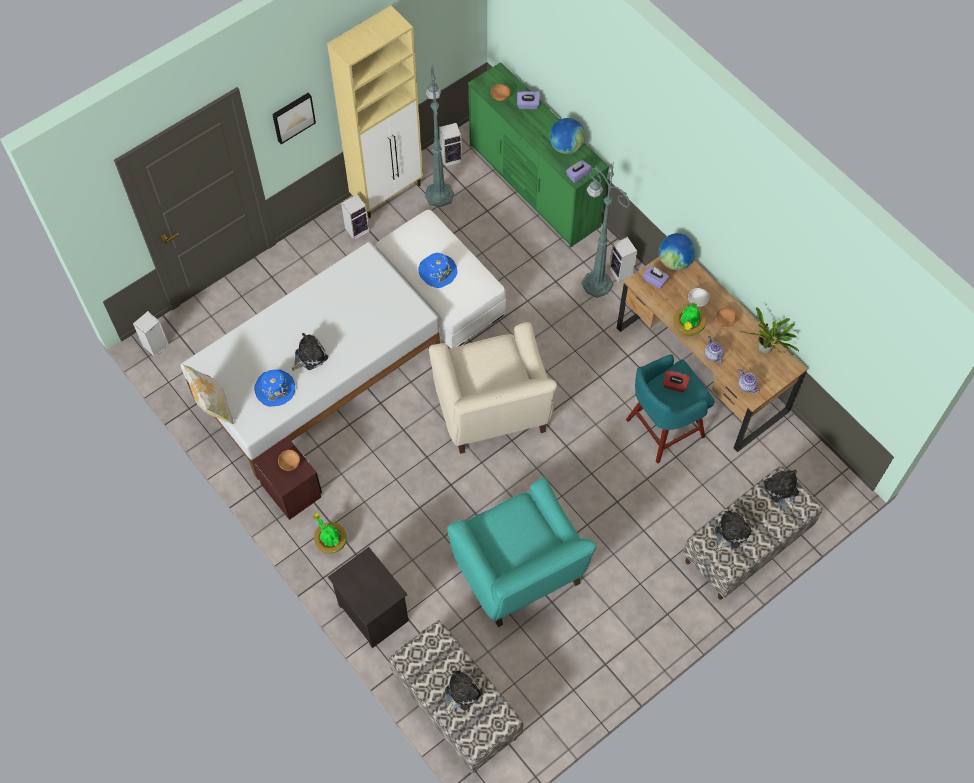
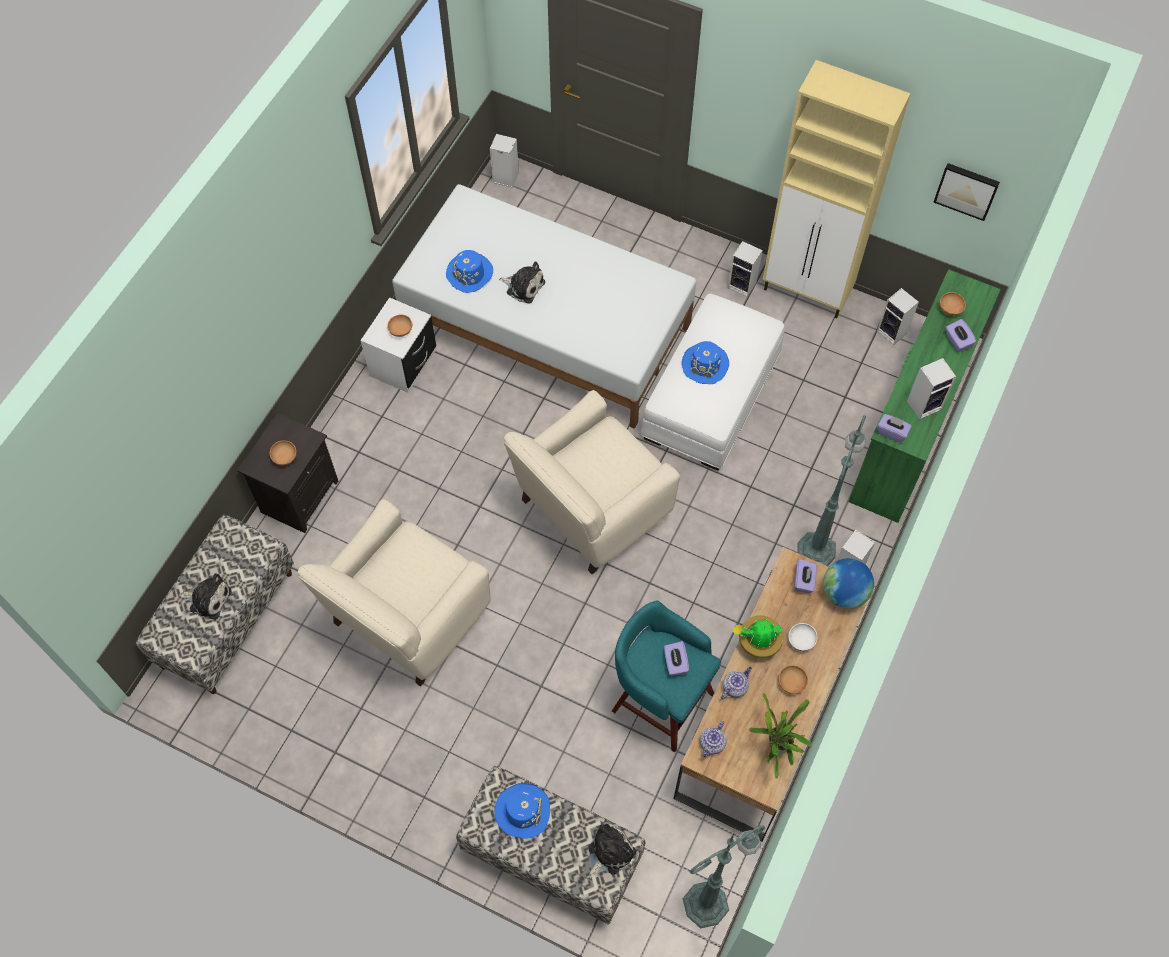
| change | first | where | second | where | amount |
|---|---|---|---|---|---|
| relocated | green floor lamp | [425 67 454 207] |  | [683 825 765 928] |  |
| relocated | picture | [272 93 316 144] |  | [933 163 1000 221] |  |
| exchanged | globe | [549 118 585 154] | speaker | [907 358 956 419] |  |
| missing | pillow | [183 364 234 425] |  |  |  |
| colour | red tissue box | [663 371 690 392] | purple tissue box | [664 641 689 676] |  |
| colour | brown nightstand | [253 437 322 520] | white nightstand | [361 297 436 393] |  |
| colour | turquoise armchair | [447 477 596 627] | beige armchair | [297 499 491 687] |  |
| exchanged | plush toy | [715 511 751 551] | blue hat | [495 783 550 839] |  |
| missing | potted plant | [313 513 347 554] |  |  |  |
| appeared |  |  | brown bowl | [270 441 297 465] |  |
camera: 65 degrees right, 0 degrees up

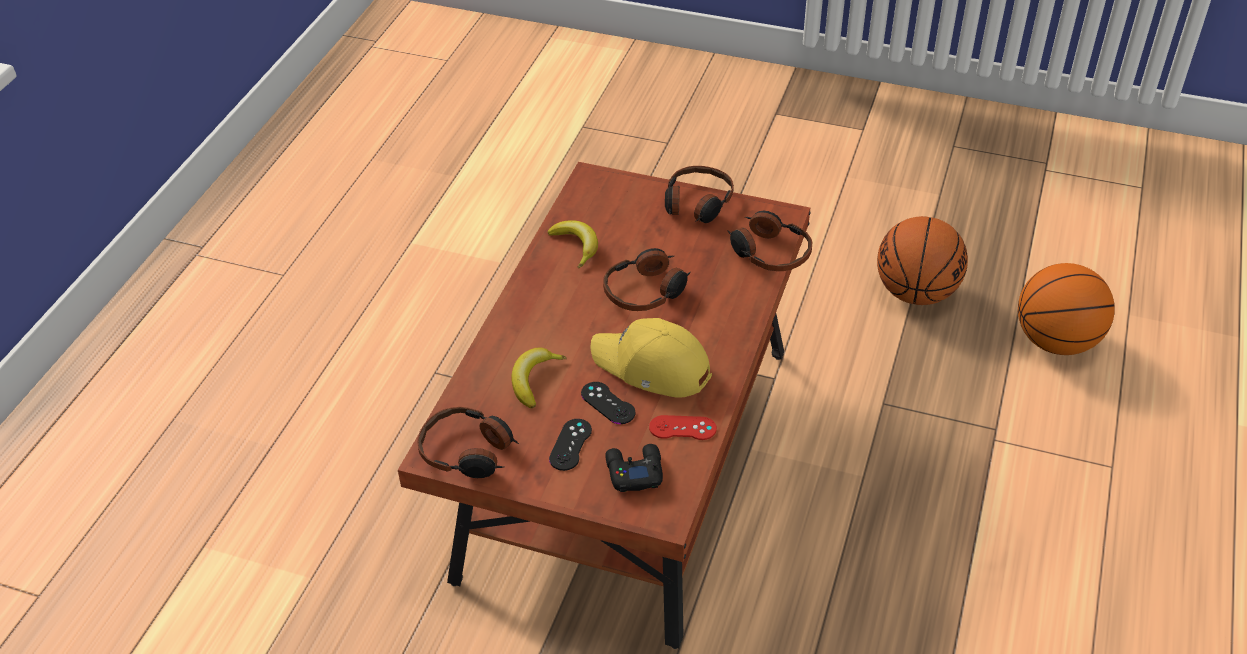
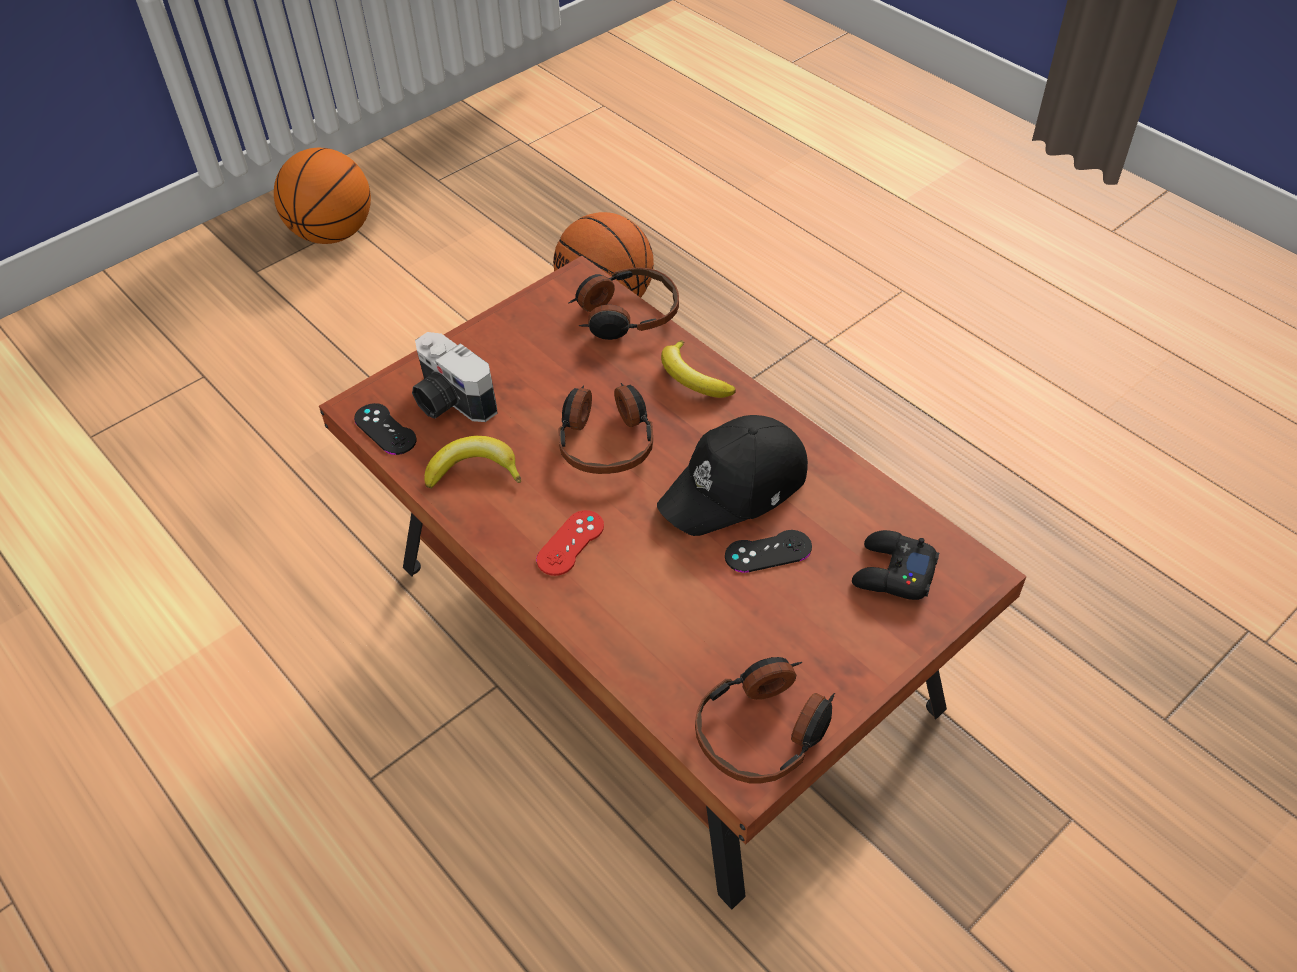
| change | first | where | second | where | amount |
|---|---|---|---|---|---|
| missing | headphones | [665 166 734 223] |  |  |  |
| relocated | basketball | [1018 263 1115 355] |  | [274 148 371 244] |  |
| colour | yellow cap | [590 318 712 398] | black cap | [657 415 808 536] |  |
| relocated | banana | [511 348 566 408] |  | [661 340 736 398] |  |
| relocated | red game controller | [649 415 717 440] |  | [536 510 604 576] |  |
| relocated | black game controller | [549 419 592 471] |  | [354 403 417 455] |  |
| appeared |  |  | photo camera | [412 332 498 422] |  |
camera: 60 degrees left, 5 degrees up

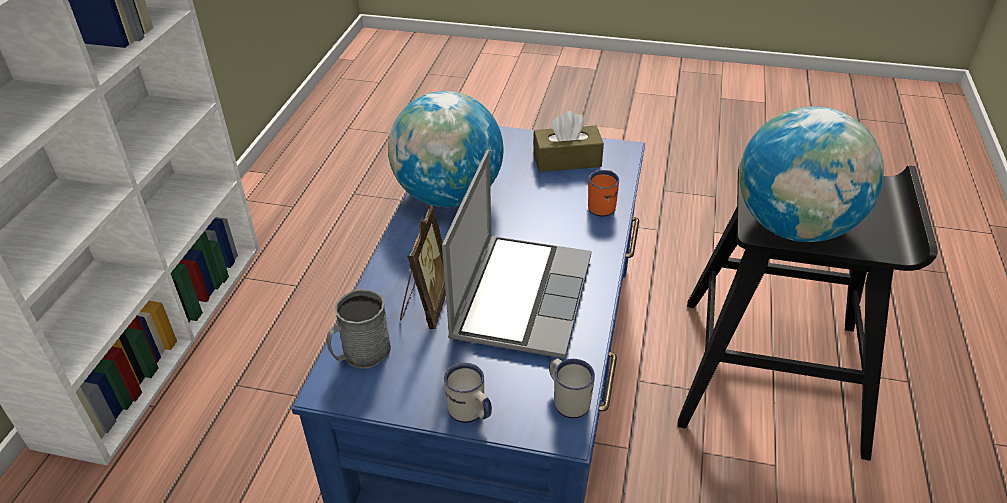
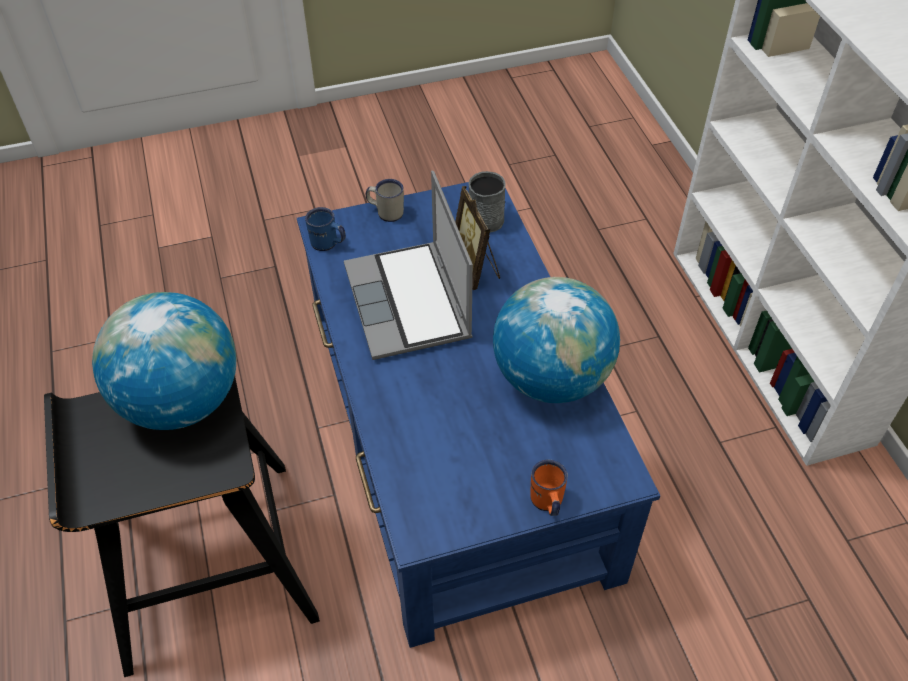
| change | first | where | second | where | amount |
|---|---|---|---|---|---|
| missing | brown tissue box | [533 111 604 172] |  |  |  |
| relocated | orange mug | [588 170 619 217] |  | [530 460 568 516] |  |
| colour | white mug | [549 358 595 418] | blue mug | [305 207 345 251] |  |
camera: 150 degrees right, 10 degrees up

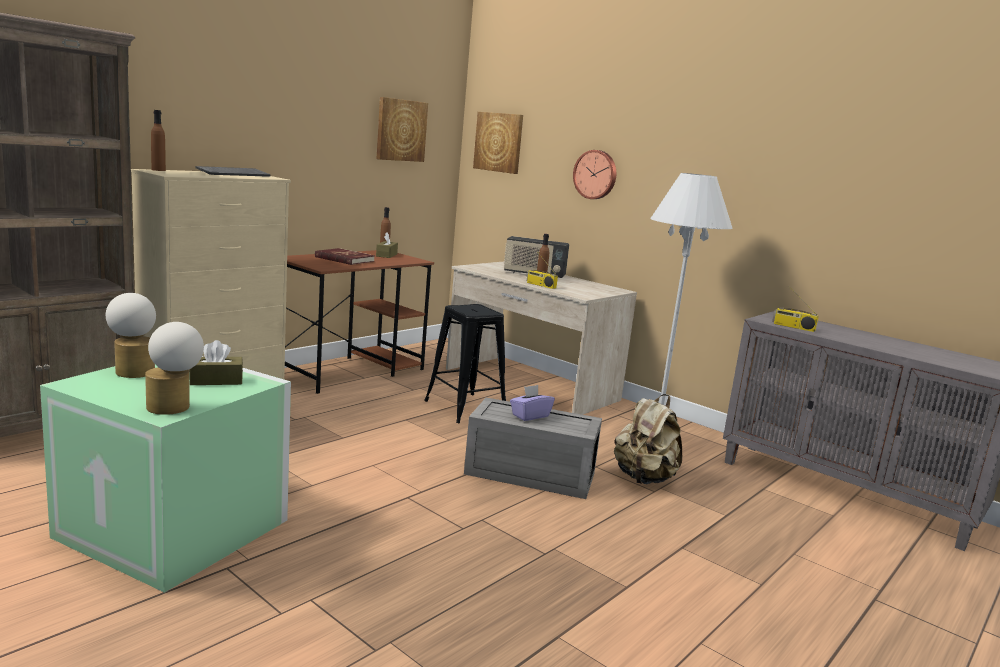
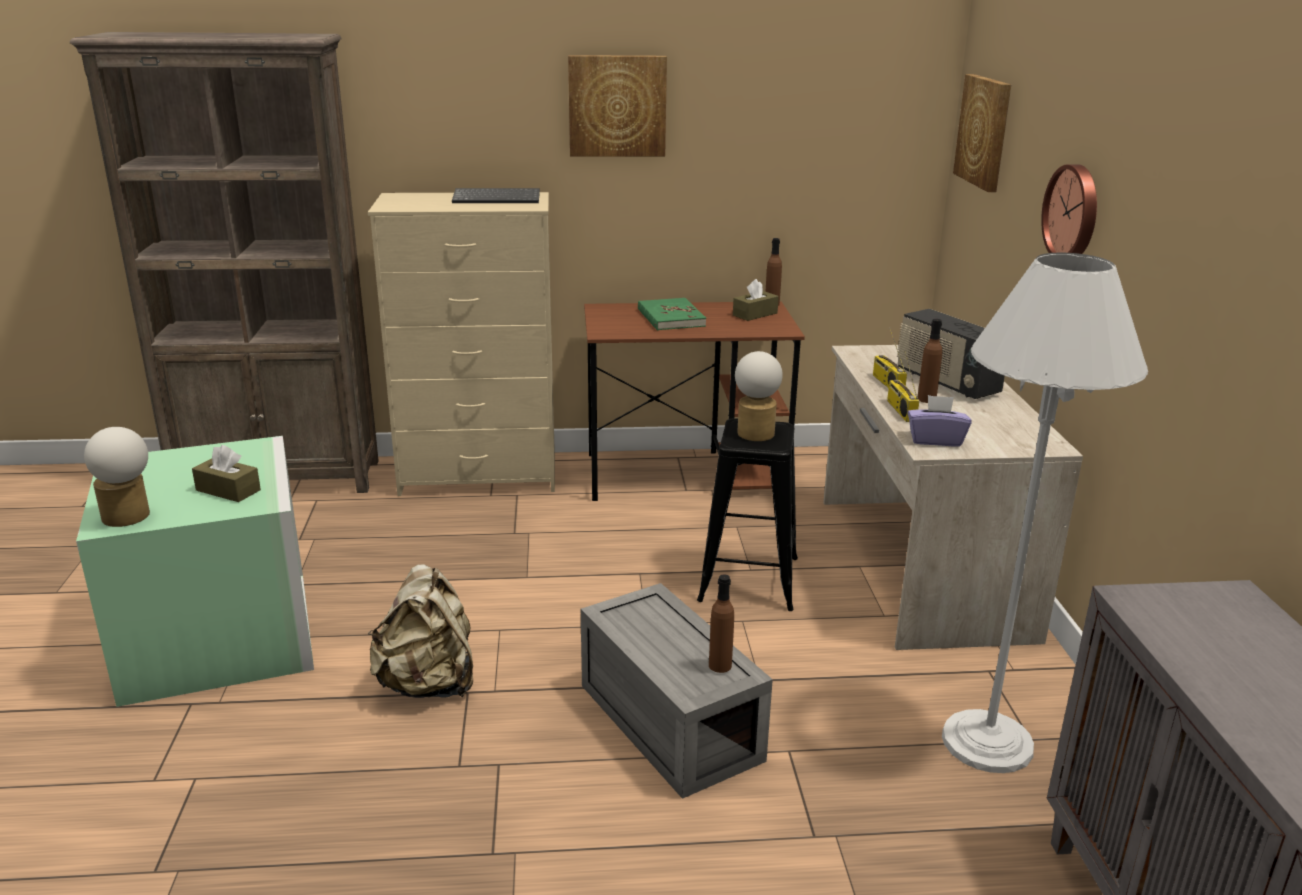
| change | first | where | second | where | amount |
|---|---|---|---|---|---|
| relocated | picture | [376 97 428 162] |  | [568 55 667 157] |  |
| relocated | brown bottle | [151 110 166 171] |  | [709 574 734 673] |  |
| colour | red book | [315 248 375 265] | green book | [638 298 706 330] |  |
| relocated | table lamp | [106 293 156 378] |  | [735 351 783 441] |  |
| relocated | radio | [772 297 819 332] |  | [873 327 907 388] |  |
| relocated | purple tissue box | [510 385 555 421] |  | [908 395 971 446] |  |
| relocated | beige backpack | [614 394 682 484] |  | [368 564 473 698] |  |
camera: 45 degrees right, 10 degrees up

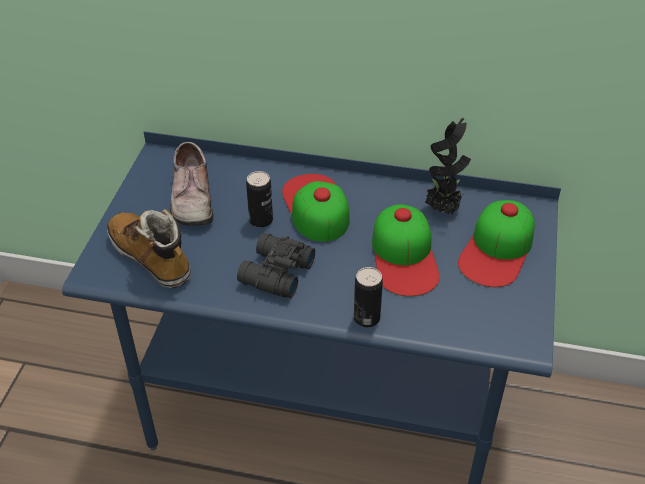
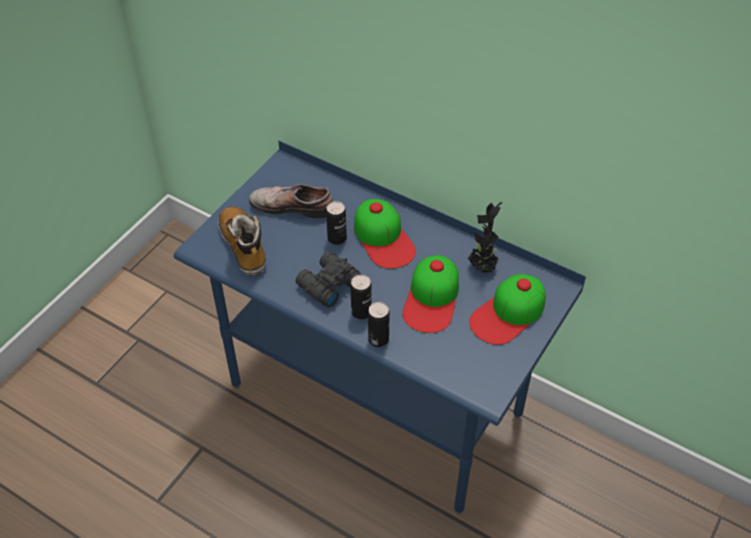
| change | first | where | second | where | amount |
|---|---|---|---|---|---|
| spun | shoe | [170 142 214 226] |  | [249 184 333 219] | 90 degrees clockwise |
| spun | cap | [282 174 350 242] |  | [354 199 416 269] | 150 degrees clockwise |
| appeared |  |  | can | [350 275 372 319] |  |
camera: 20 degrees right, 5 degrees up

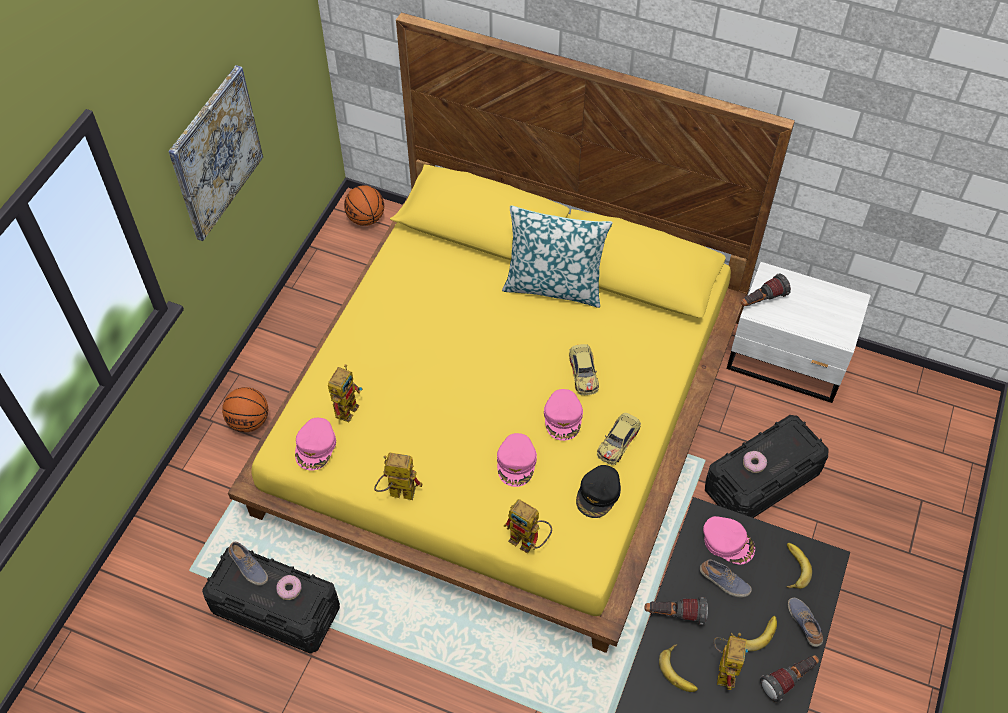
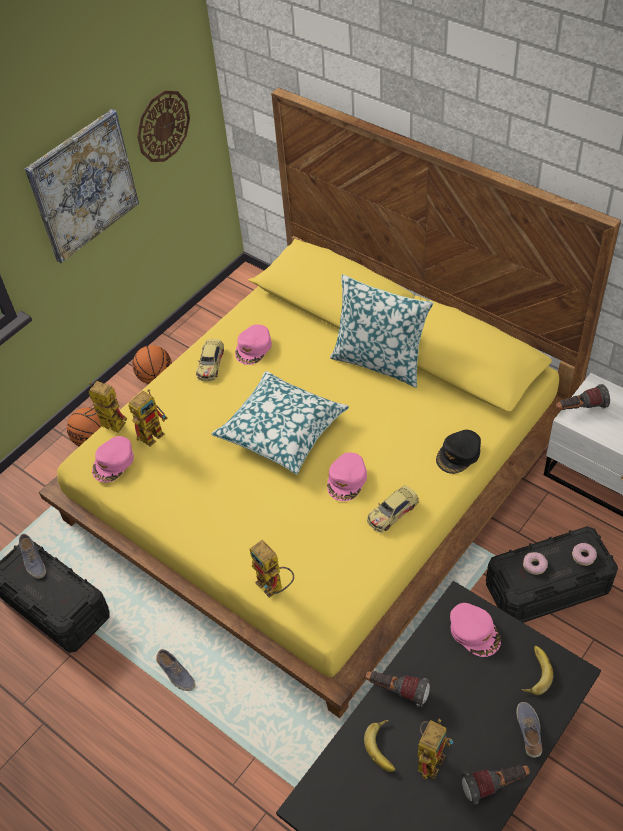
| change | first | where | second | where | amount |
|---|---|---|---|---|---|
| relocated | basketball | [344 185 384 226] |  | [132 345 172 384] |  |
| relocated | toy car | [569 344 599 395] |  | [196 339 224 381] |  |
| relocated | pink cap | [497 433 537 487] |  | [235 324 272 365] |  |
| relocated | toy robot | [374 452 423 500] |  | [83 381 127 433] |  |
| relocated | black cap | [576 465 621 518] |  | [436 430 481 474] |  |
| relocated | shoe | [700 559 752 598] |  | [156 649 196 691] |  |
| relocated | donut | [276 575 302 600] |  | [572 543 597 566] |  |
| missing | banana | [731 616 777 651] |  |  |  |
| appeared |  |  | wall clock | [137 90 190 162] |  |
| appeared |  |  | pillow | [211 371 349 474] |  |
camera: 20 degrees right, 5 degrees down

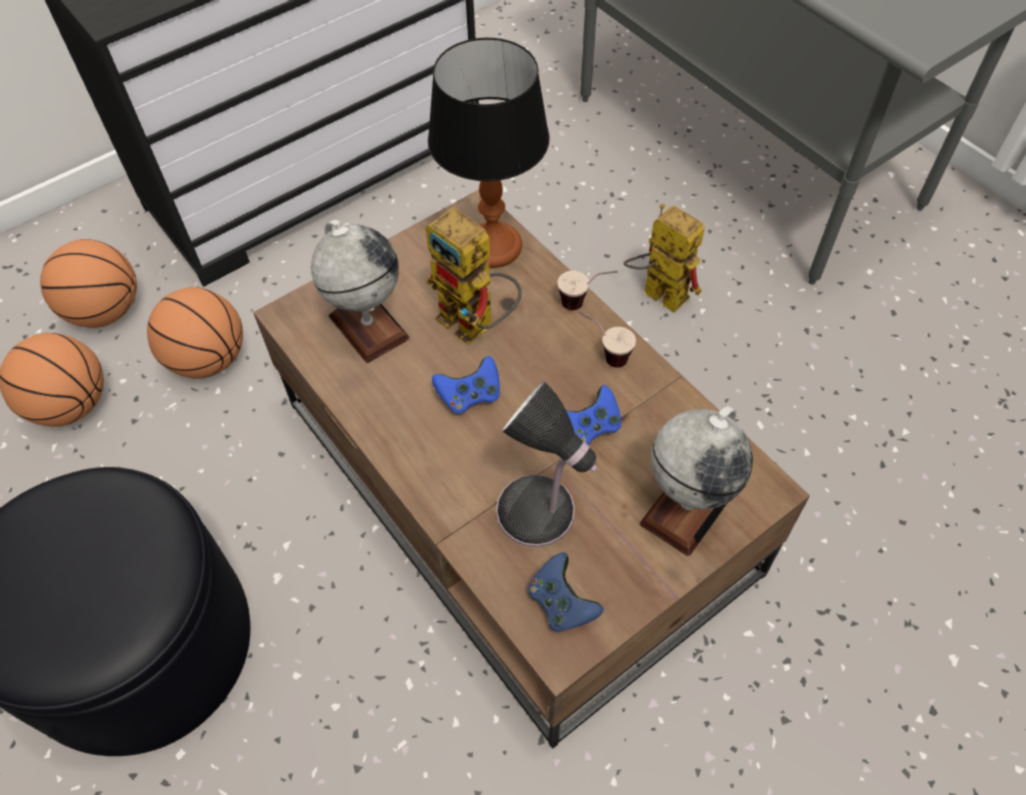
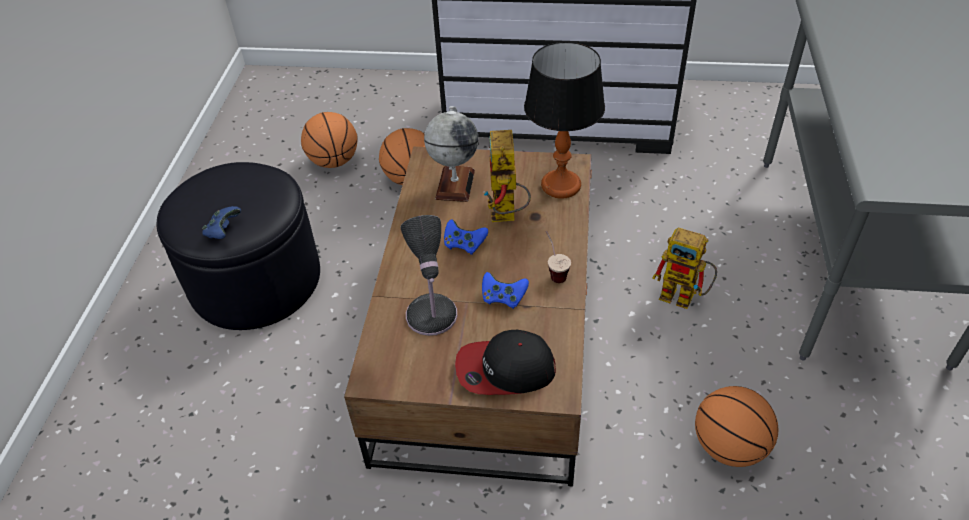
| change | first | where | second | where | amount |
|---|---|---|---|---|---|
| spun | toy robot | [624 204 705 313] |  | [652 228 717 309] | 120 degrees clockwise |
| relocated | basketball | [40 239 137 328] |  | [695 386 778 467] |  |
| missing | cup | [557 271 618 310] |  |  |  |
| exchanged | globe | [640 406 753 556] | cap | [455 330 556 395] |  |
| relocated | blue game controller | [528 552 604 632] |  | [202 206 241 239] |  |
camera: 45 degrees right, 10 degrees down

